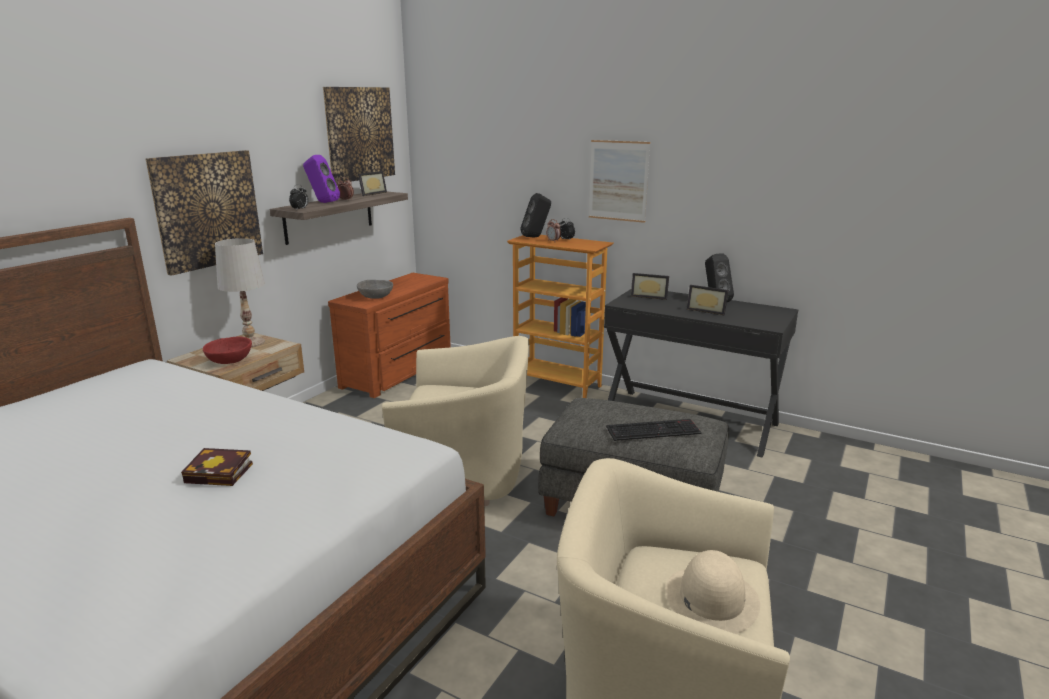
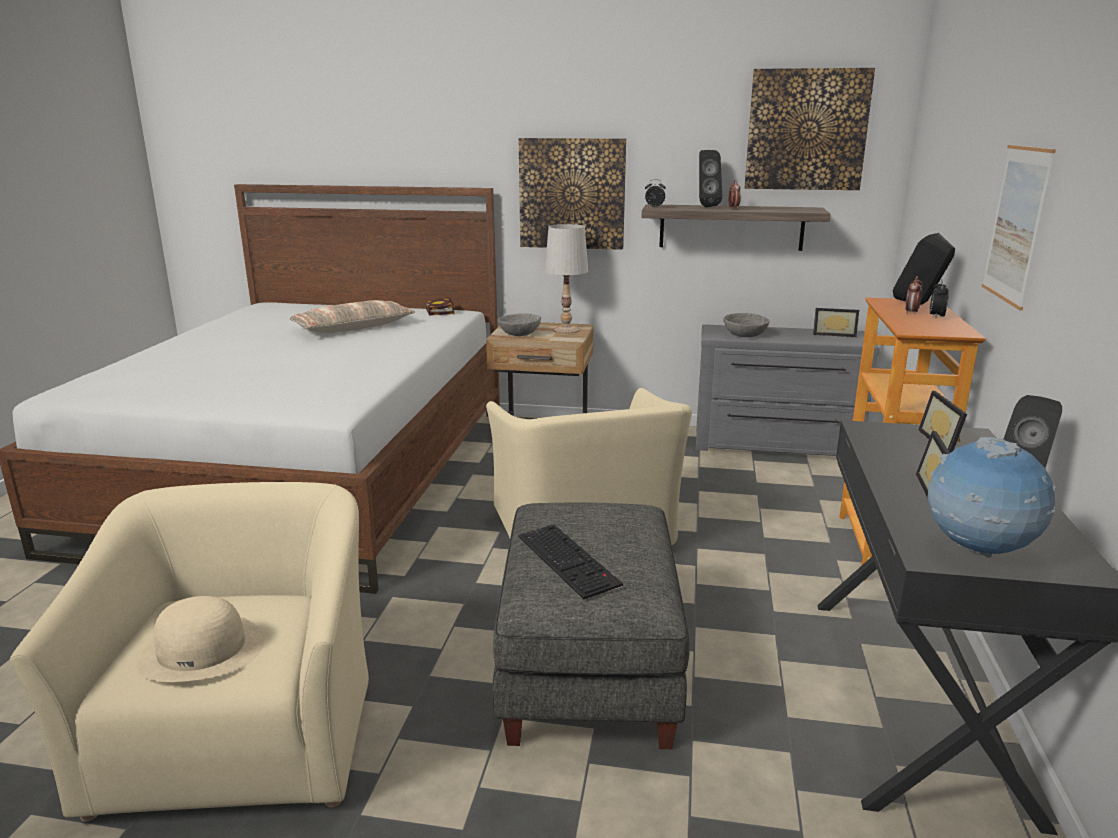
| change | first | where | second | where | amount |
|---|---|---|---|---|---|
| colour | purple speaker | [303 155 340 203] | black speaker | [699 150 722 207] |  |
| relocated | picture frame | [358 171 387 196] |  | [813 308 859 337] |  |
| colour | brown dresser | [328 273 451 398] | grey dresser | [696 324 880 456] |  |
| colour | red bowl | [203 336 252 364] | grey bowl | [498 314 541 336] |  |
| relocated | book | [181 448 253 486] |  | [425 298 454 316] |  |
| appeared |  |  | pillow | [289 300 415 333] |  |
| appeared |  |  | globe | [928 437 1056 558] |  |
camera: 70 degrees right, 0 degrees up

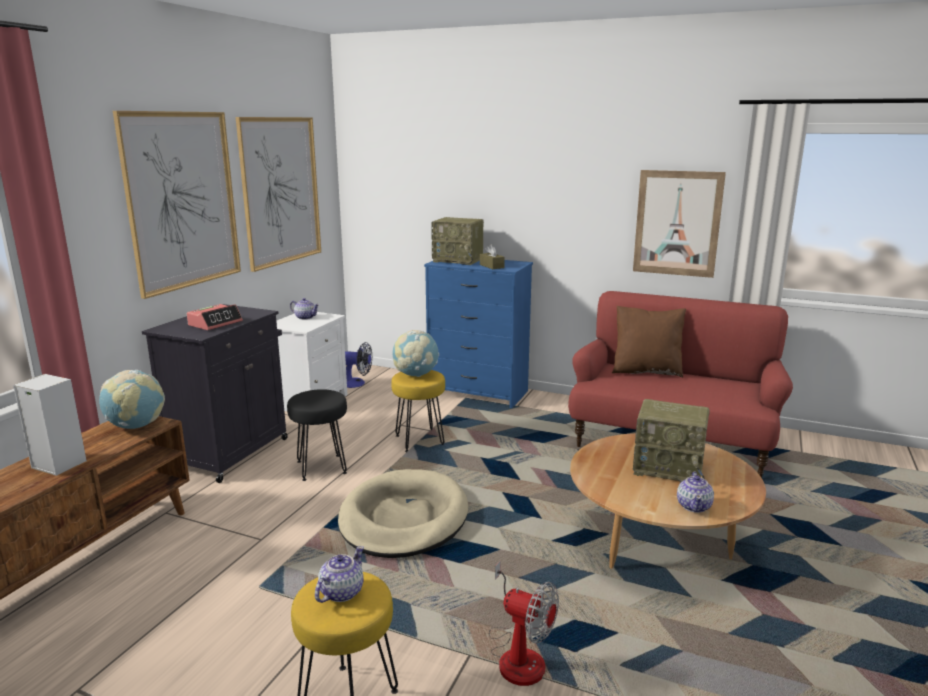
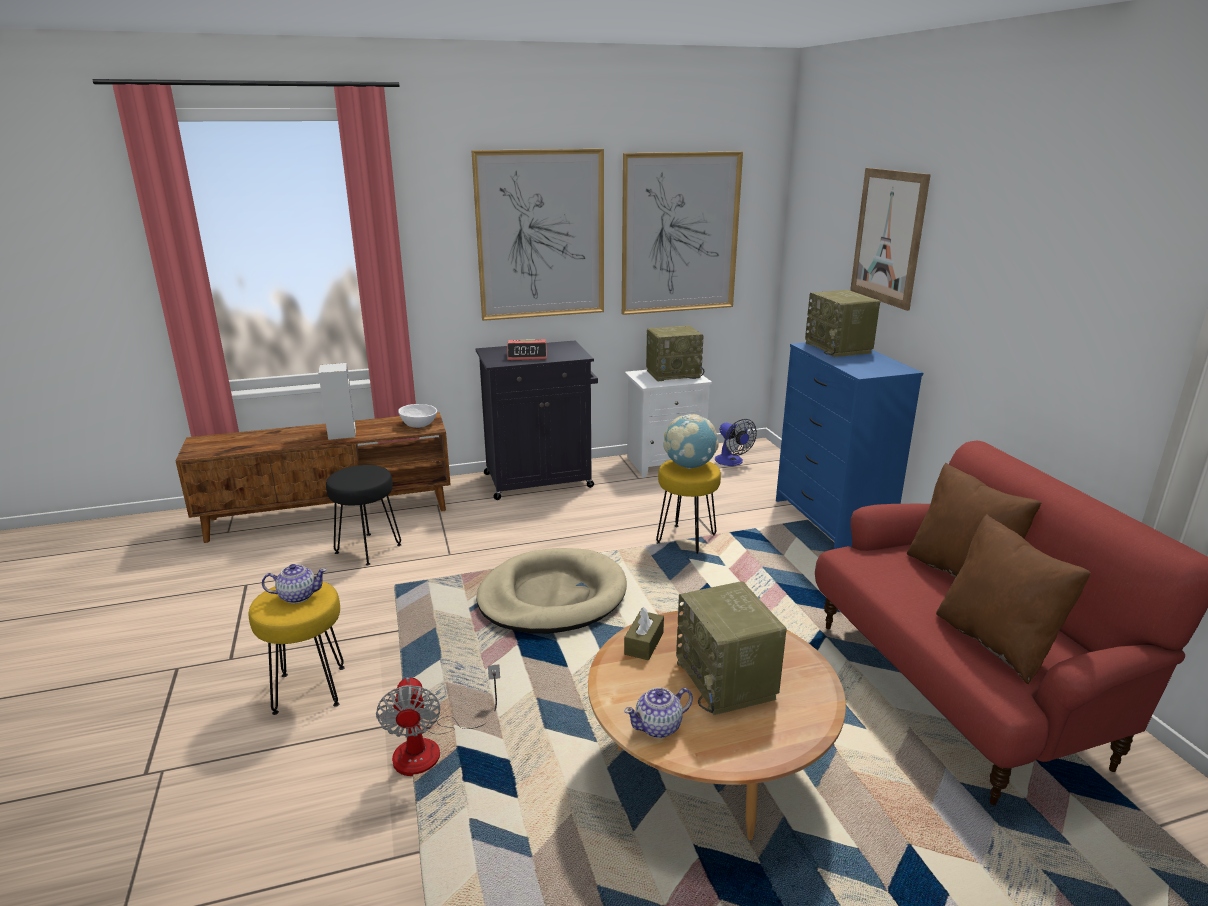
| change | first | where | second | where | amount |
|---|---|---|---|---|---|
| relocated | picture | [633 170 726 278] |  | [850 168 931 311] |  |
| relocated | brown tissue box | [480 244 505 269] |  | [624 607 664 660] |  |
| exchanged | teapot | [290 298 319 320] | radio | [646 325 704 381] |  |
| exchanged | globe | [99 370 165 429] | white bowl | [398 404 437 428] |  |
| relocated | black stool | [287 389 347 481] |  | [326 465 401 565] |  |
| appeared |  |  | brown pillow | [936 514 1091 685] |  |
camera: 50 degrees right, 5 degrees up

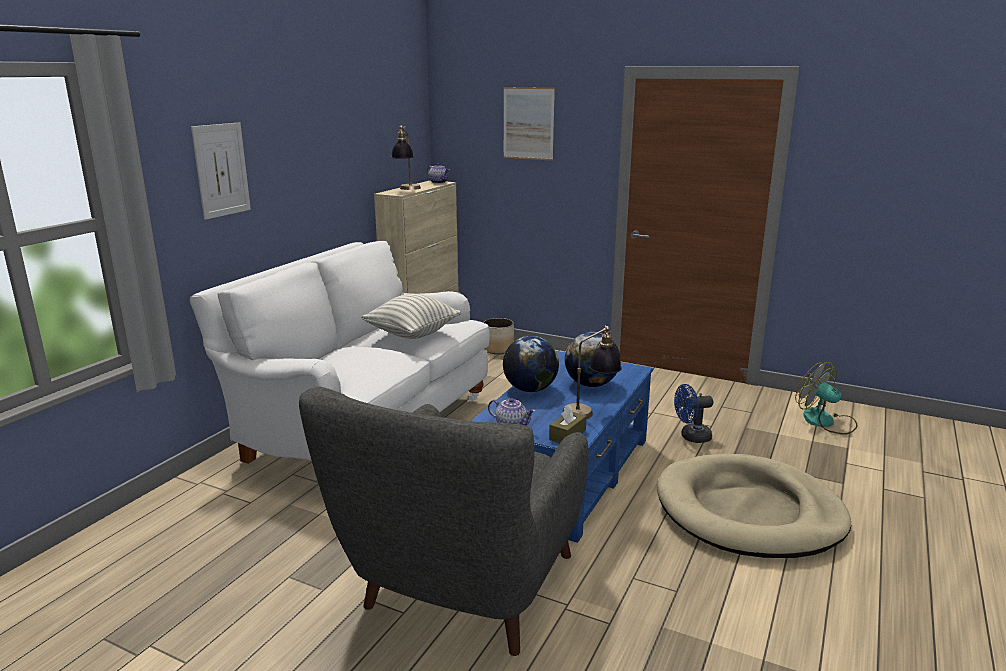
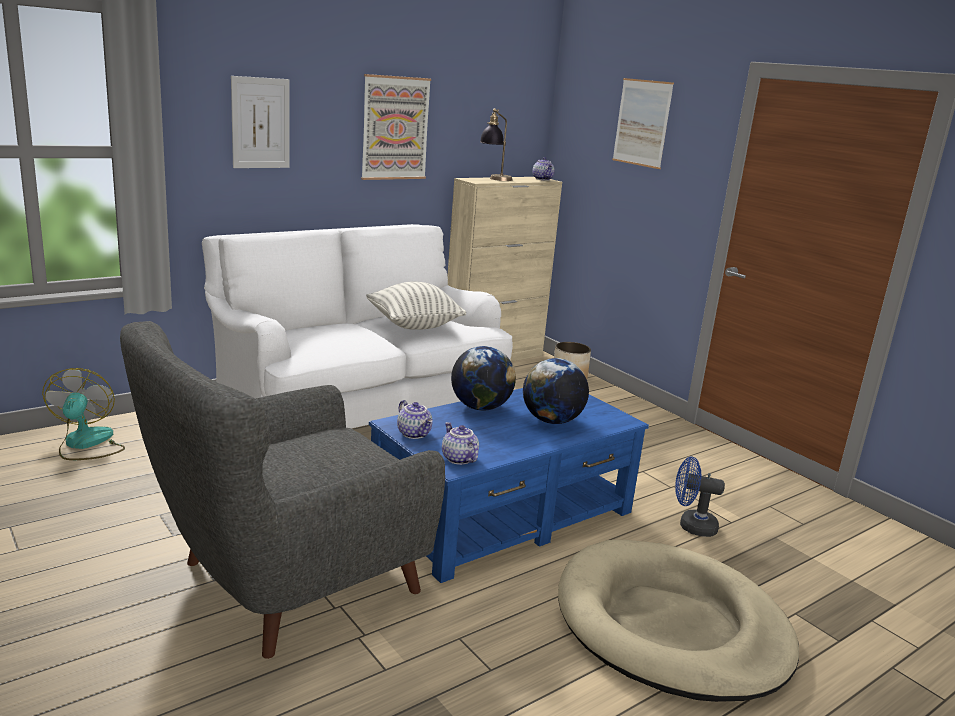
| change | first | where | second | where | amount |
|---|---|---|---|---|---|
| missing | table lamp | [563 325 622 419] |  |  |  |
| relocated | fan | [795 362 858 434] |  | [42 368 125 460] |  |
| exchanged | brown tissue box | [549 405 587 443] | teapot | [442 422 479 465] |  |
| appeared |  |  | picture | [361 74 431 180] |  |
camera: 25 degrees right, 0 degrees up

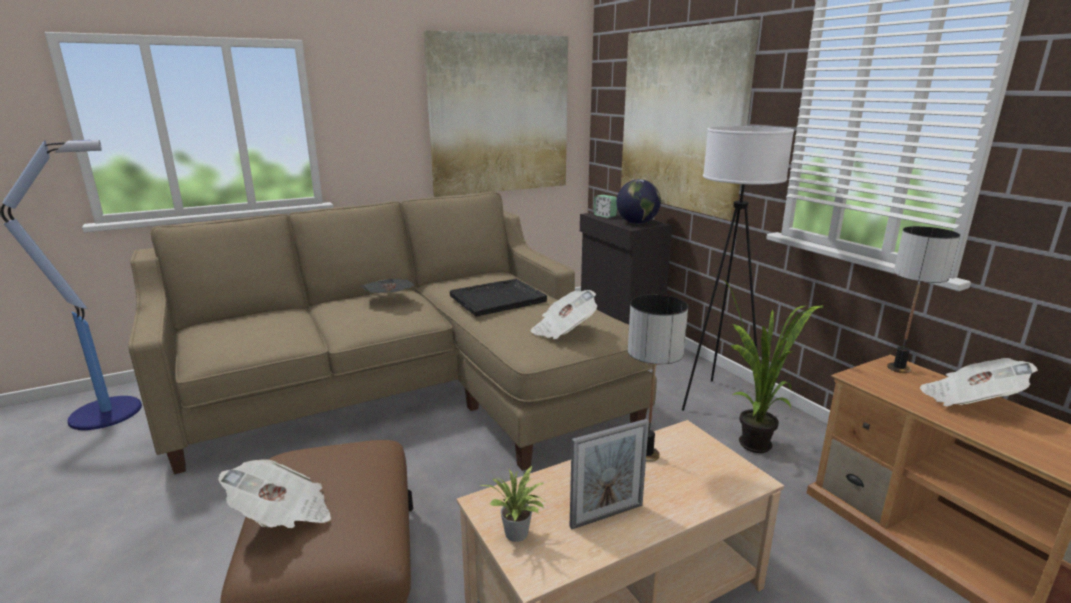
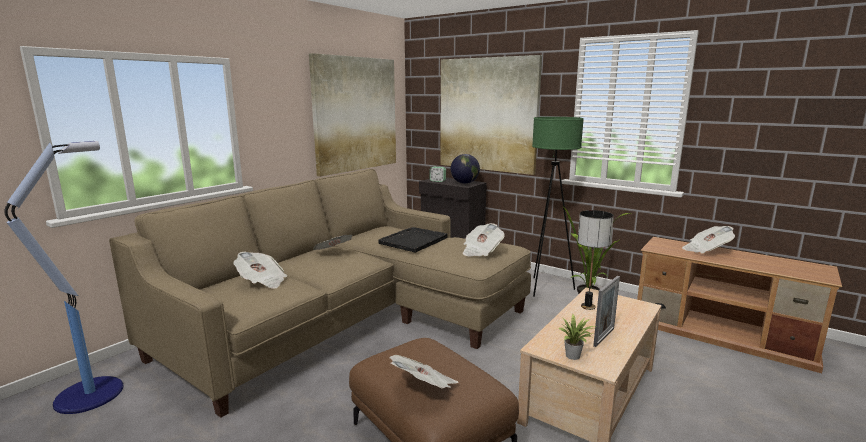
| change | first | where | second | where | amount |
|---|---|---|---|---|---|
| colour | white floor lamp | [682 126 794 411] | green floor lamp | [532 117 584 297] |  |
| missing | table lamp | [887 226 960 373] |  |  |  |
| appeared |  |  | newspaper | [233 252 287 289] |  |
camera: 25 degrees left, 5 degrees down

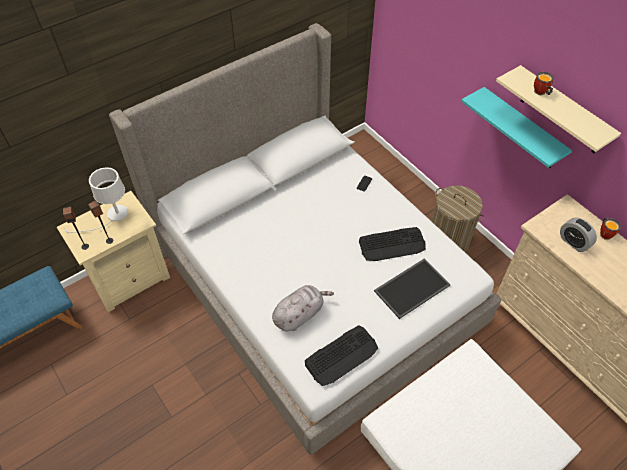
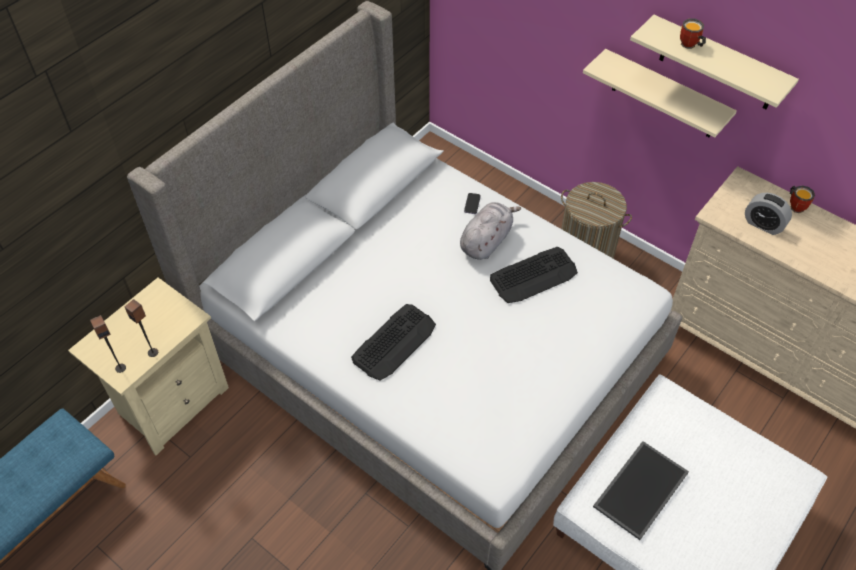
| change | first | where | second | where | amount |
|---|---|---|---|---|---|
| colour | turquoise shelf | [461 87 572 168] | beige shelf | [583 49 737 138] |  |
| missing | white table lamp | [64 167 128 233] |  |  |  |
| relocated | tray | [374 258 450 319] |  | [593 441 689 540] |  |
| relocated | grey plush toy | [272 285 334 331] |  | [460 202 521 260] |  |
| relocated | keyboard | [305 325 378 386] |  | [351 304 436 381] |  |
camera: 15 degrees left, 0 degrees up

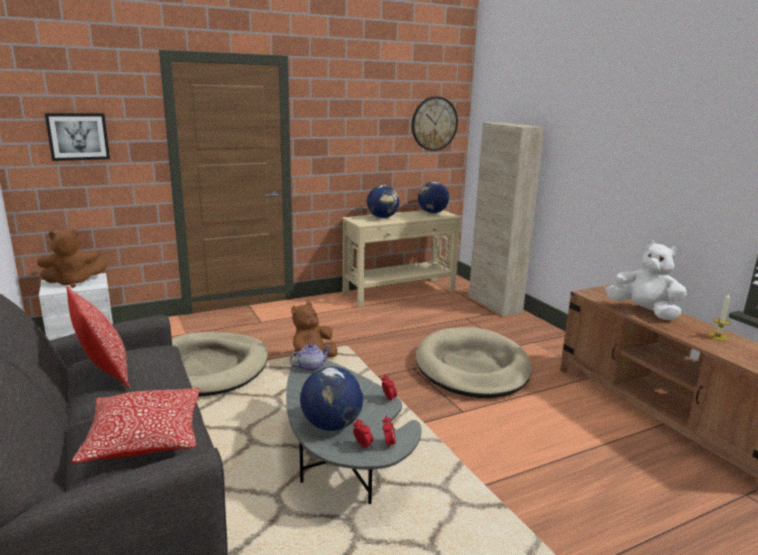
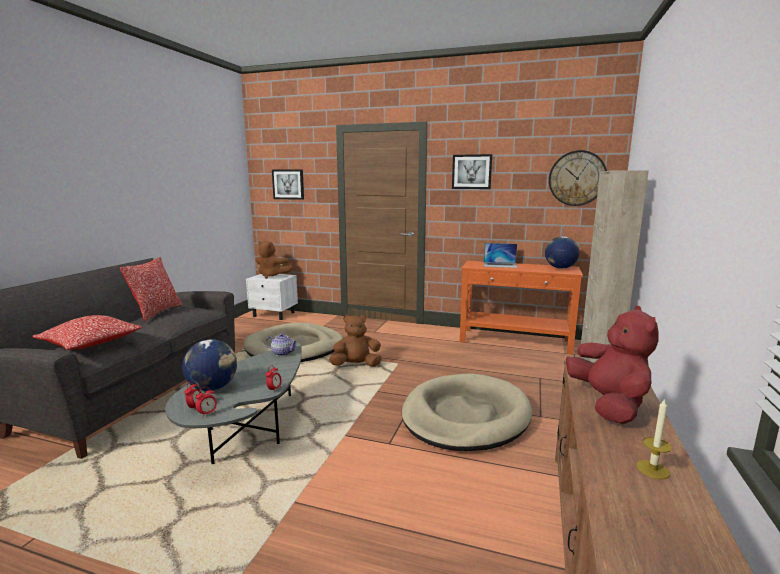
| change | first | where | second | where | amount |
|---|---|---|---|---|---|
| exchanged | globe | [367 185 399 218] | laptop | [483 243 518 268] |  |
| colour | beige console table | [342 210 462 307] | orange console table | [460 261 583 354] |  |
| colour | white plush toy | [605 241 687 320] | red plush toy | [566 306 659 424] |  |
| appeared |  |  | picture | [452 154 492 189] |  |
camera: 45 degrees right, 5 degrees down

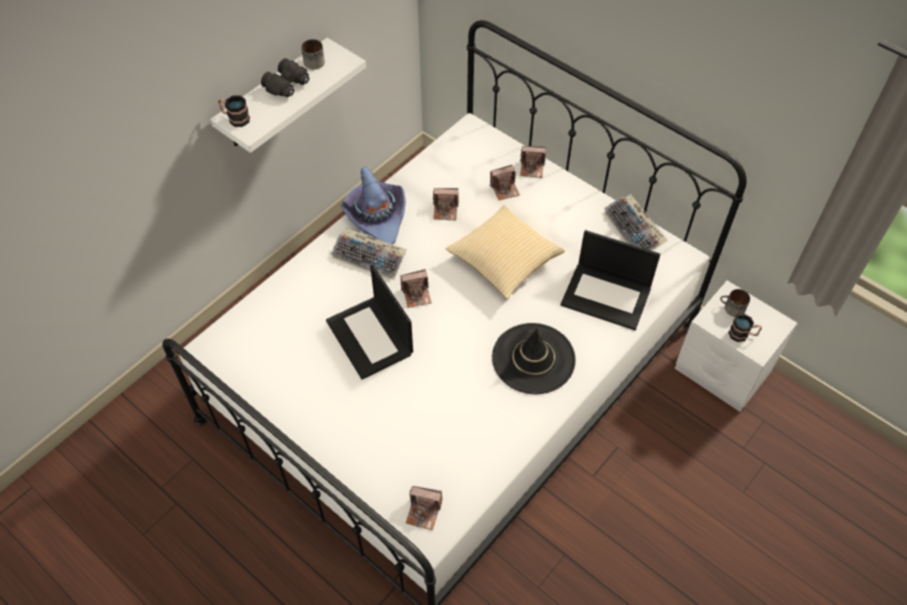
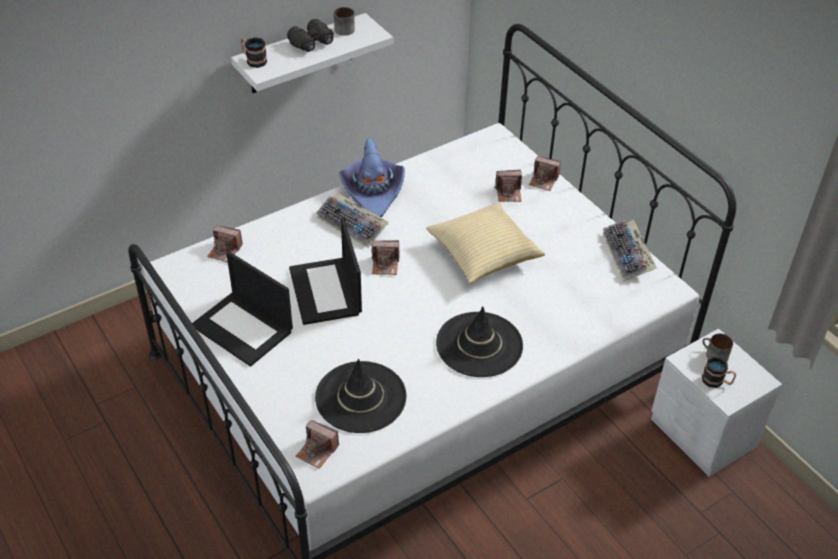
| change | first | where | second | where | amount |
|---|---|---|---|---|---|
| relocated | photo camera | [433 188 459 220] |  | [207 225 243 262] |  |
| relocated | laptop | [561 230 660 330] |  | [192 251 293 367] |  |
| appeared |  |  | black hat | [315 359 406 433] |  |
camera: 15 degrees right, 10 degrees down

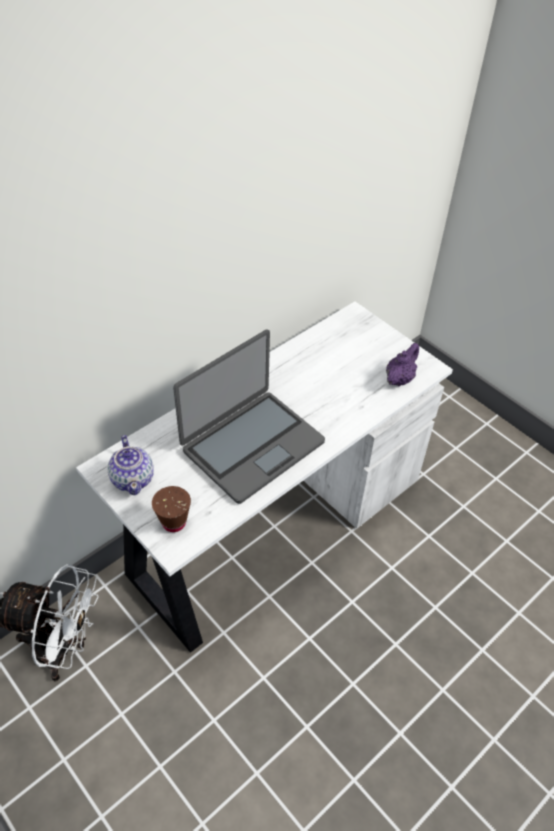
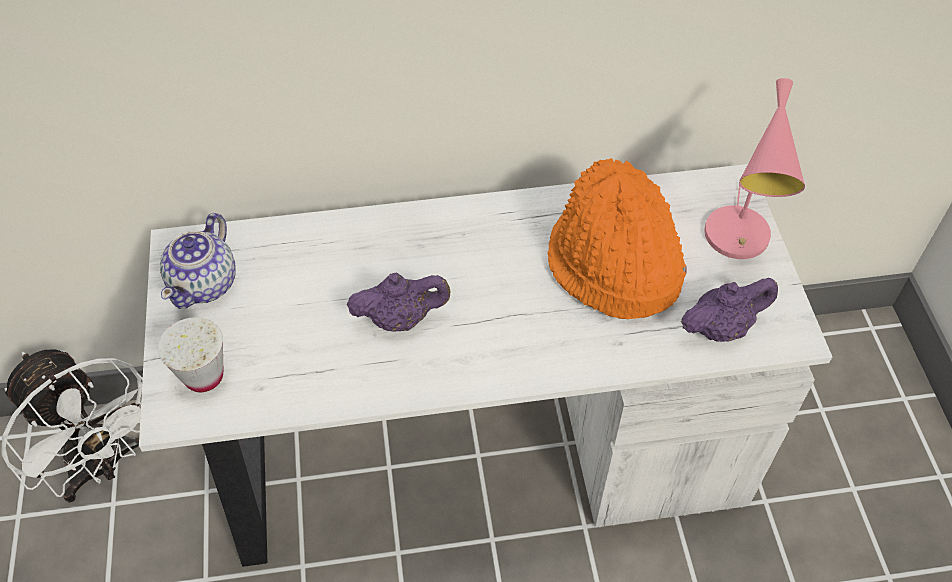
| change | first | where | second | where | amount |
|---|---|---|---|---|---|
| exchanged | laptop | [173 329 325 504] | purple teapot | [347 272 451 332] |  |
| colour | brown cup | [152 486 191 532] | white cup | [158 317 223 392] |  |
| appeared |  |  | pink table lamp | [704 78 805 259] |  |
| appeared |  |  | orange hat | [547 158 687 319] |  |
camera: 35 degrees right, 5 degrees up

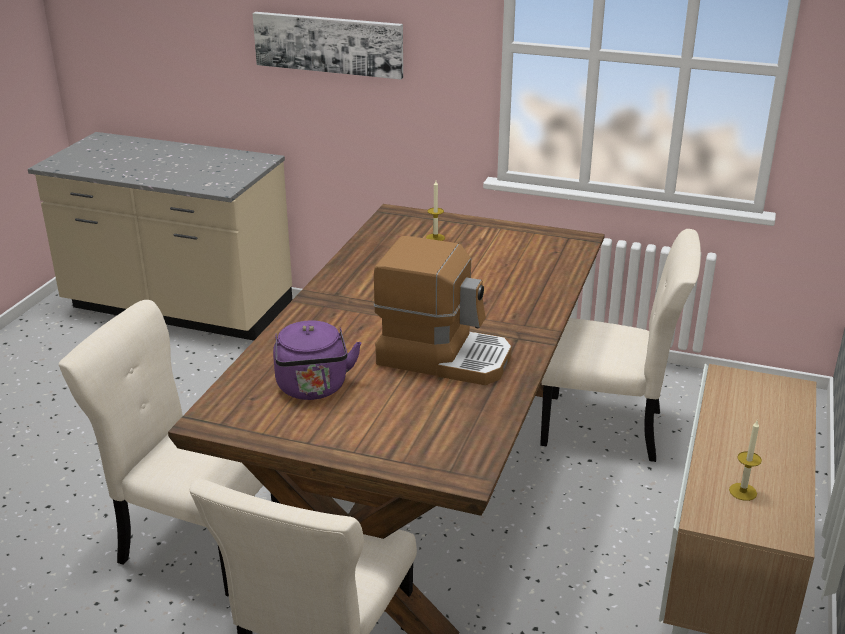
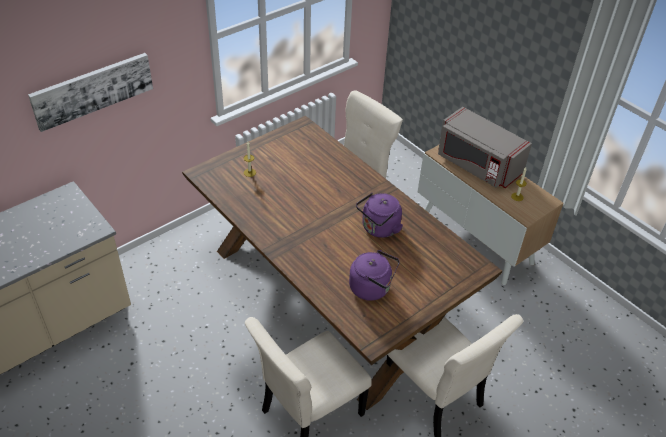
| change | first | where | second | where | amount |
|---|---|---|---|---|---|
| exchanged | coffee machine | [373 236 512 385] | purple kettle | [356 193 403 238] |  |
| appeared |  |  | grey microwave | [438 107 532 188] |  |
camera: 60 degrees left, 15 degrees up

